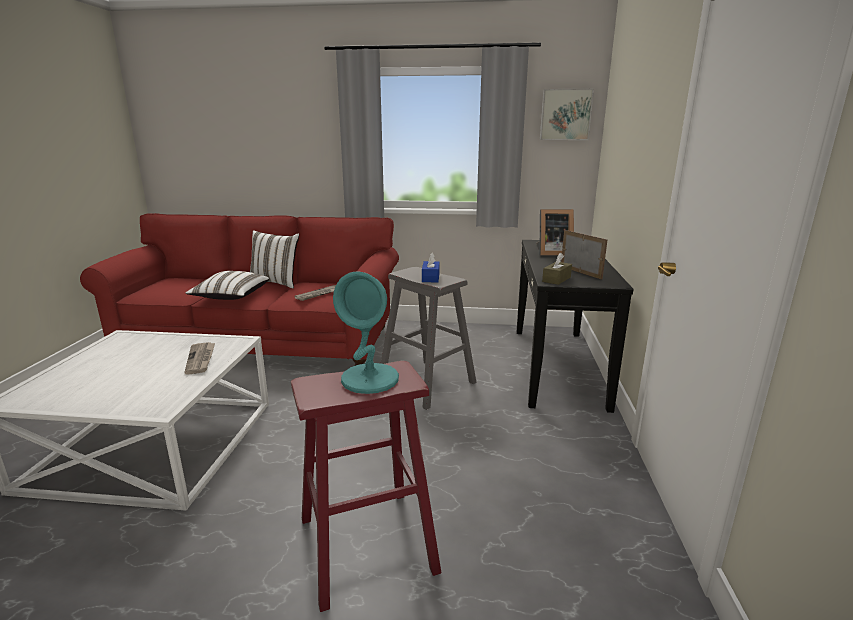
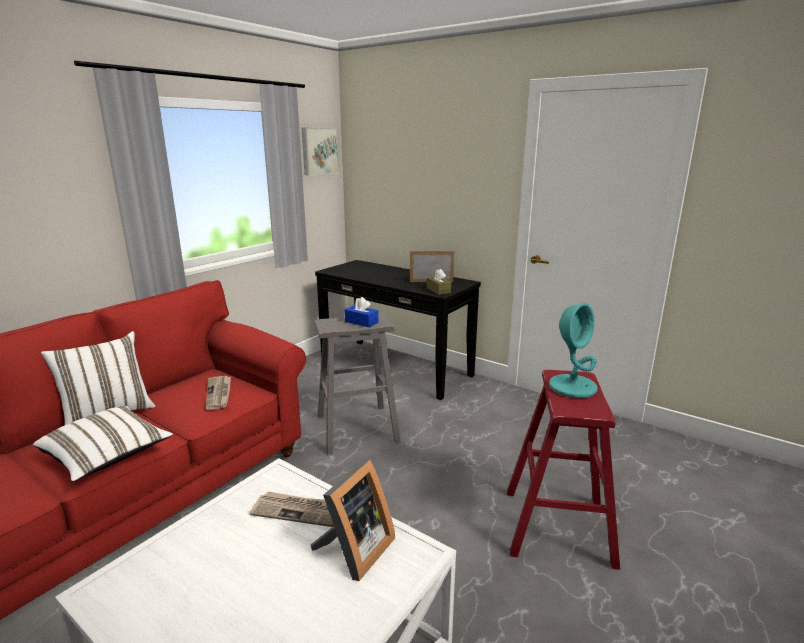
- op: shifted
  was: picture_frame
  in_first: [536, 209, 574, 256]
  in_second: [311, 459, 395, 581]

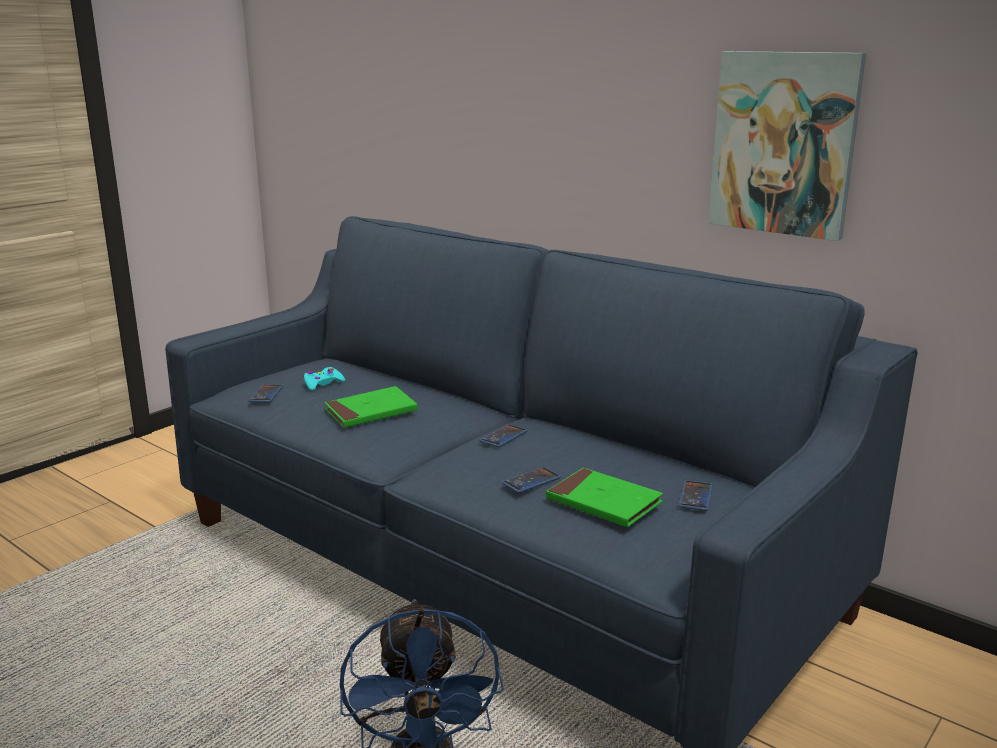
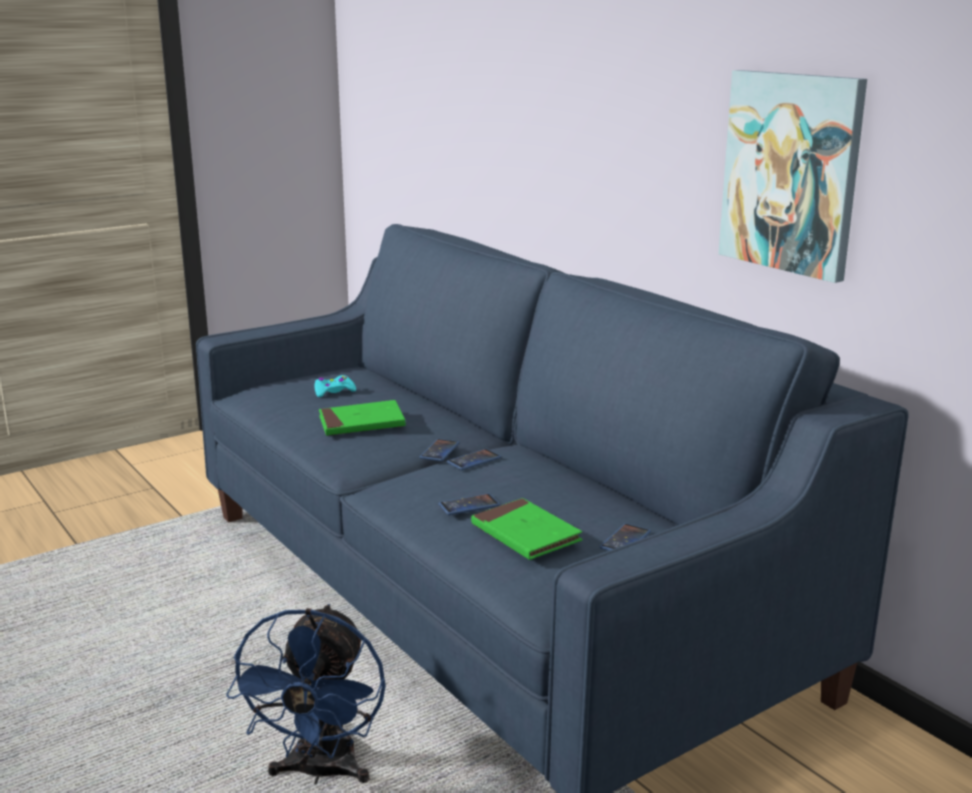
- op: shifted
  was: telephone
  in_first: [249, 384, 283, 403]
  in_second: [420, 439, 459, 461]

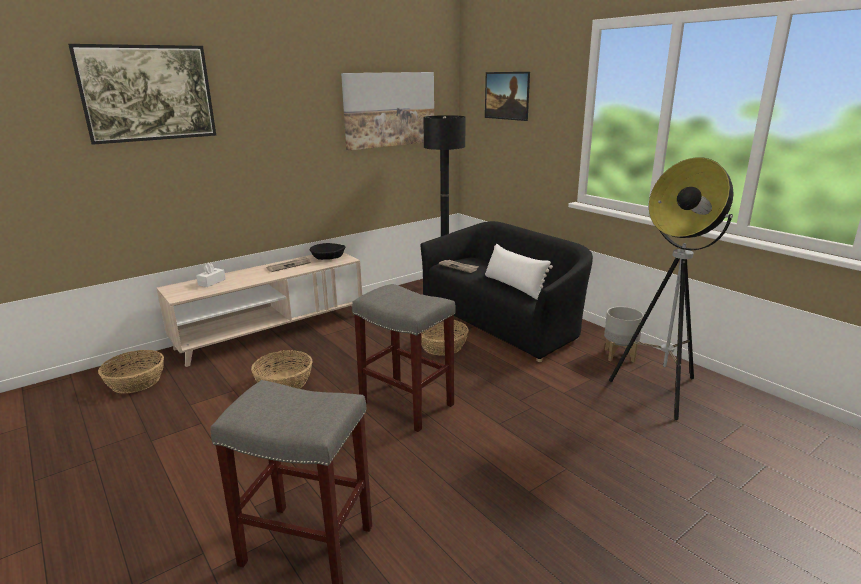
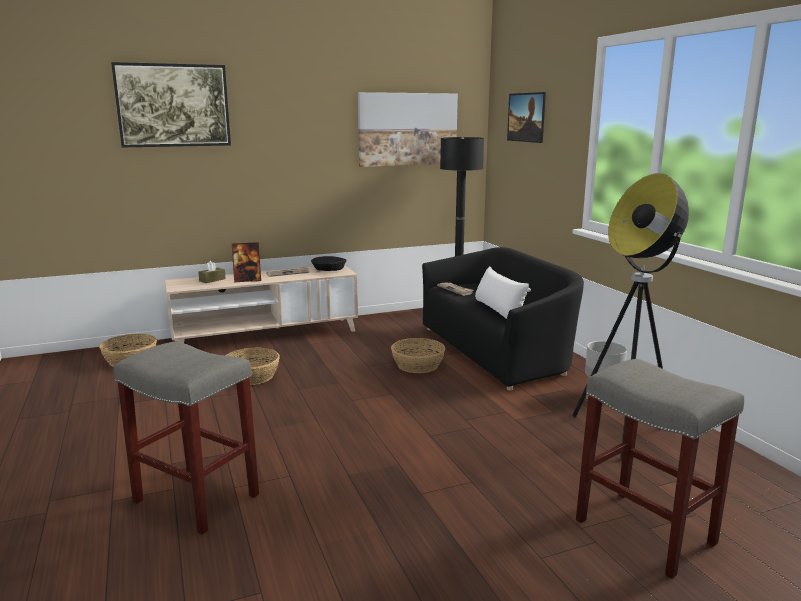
- op: repainted
  was: white_box_of_tissues
  now: brown_box_of_tissues
  in_first: [196, 262, 226, 287]
  in_second: [198, 261, 226, 283]
- op: shifted
  was: greyish_stool_seat
  in_first: [352, 284, 456, 432]
  in_second: [576, 359, 744, 579]
- op: new
  now: picture_frame
  in_second: [232, 242, 261, 282]

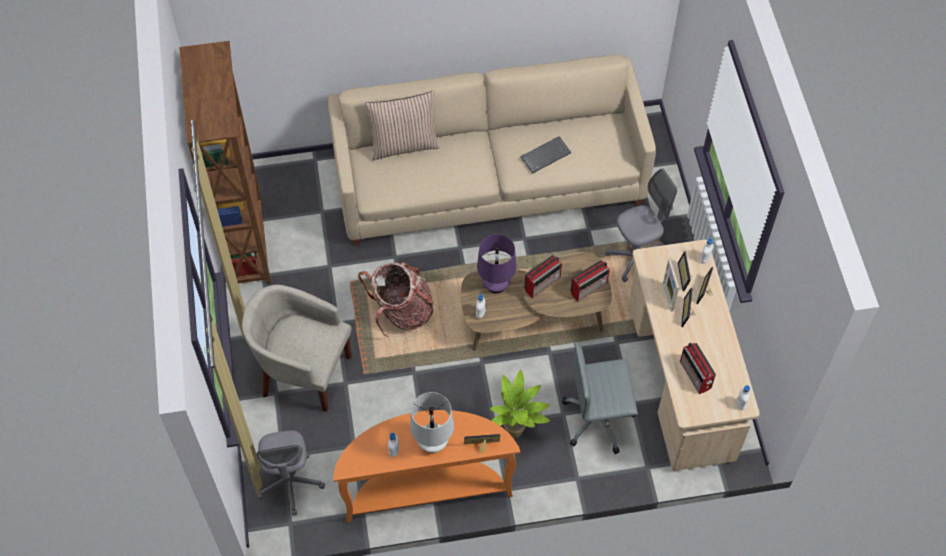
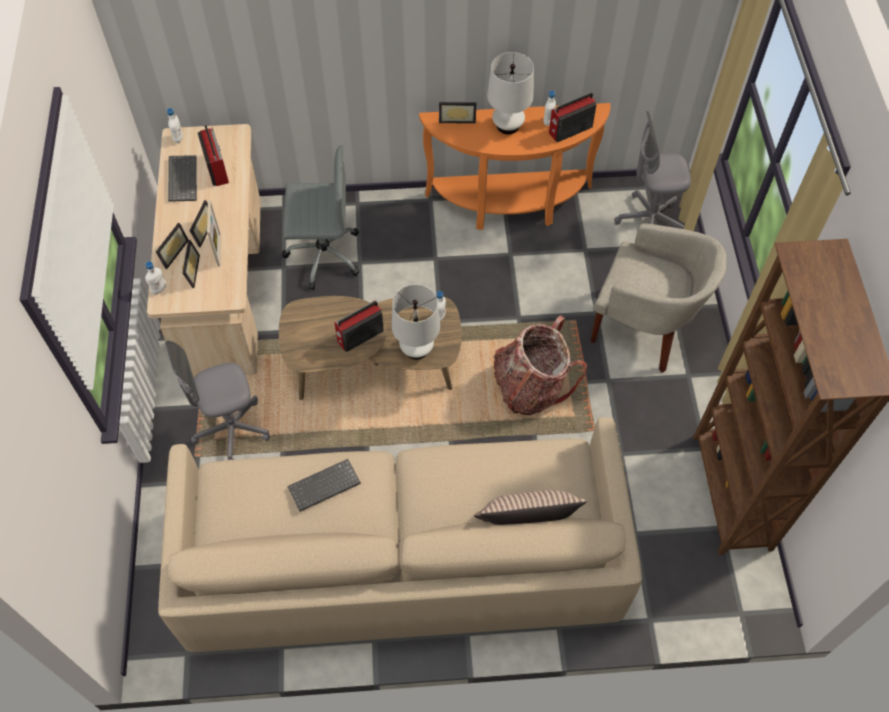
- op: repainted
  was: purplish_lamp_for_a_table
  now: white_lamp_for_a_table
  in_first: [477, 234, 516, 293]
  in_second: [392, 285, 440, 360]
- op: shifted
  was: radio
  in_first: [570, 260, 610, 302]
  in_second: [549, 92, 597, 142]
- op: gone
  was: plant_in_a_pot
  in_first: [490, 370, 550, 438]
- op: rotated
  was: greyish_computer_chair
  in_first: [256, 430, 325, 516]
  in_second: [614, 111, 691, 229]
  clockwise: -90
- op: new
  now: keyboard
  in_second: [168, 155, 197, 202]

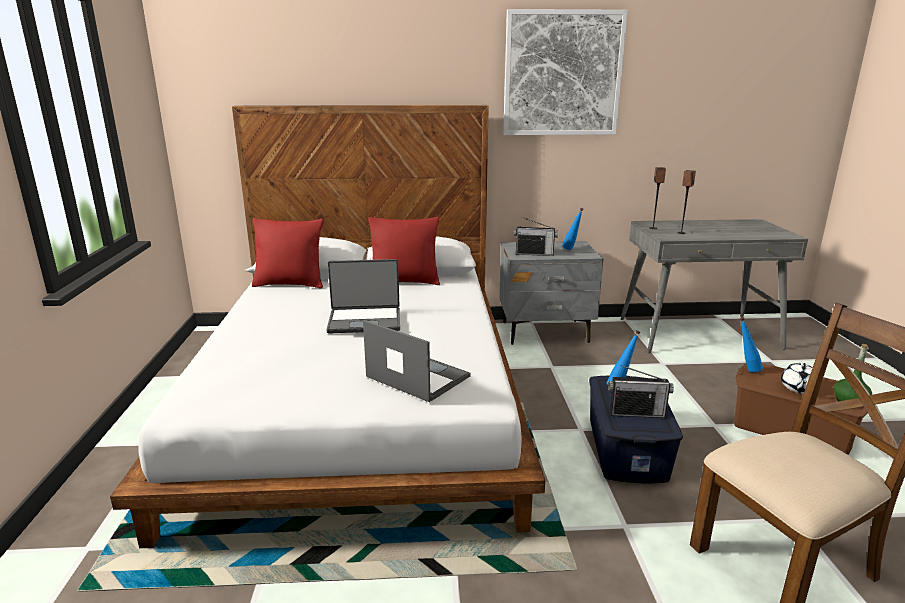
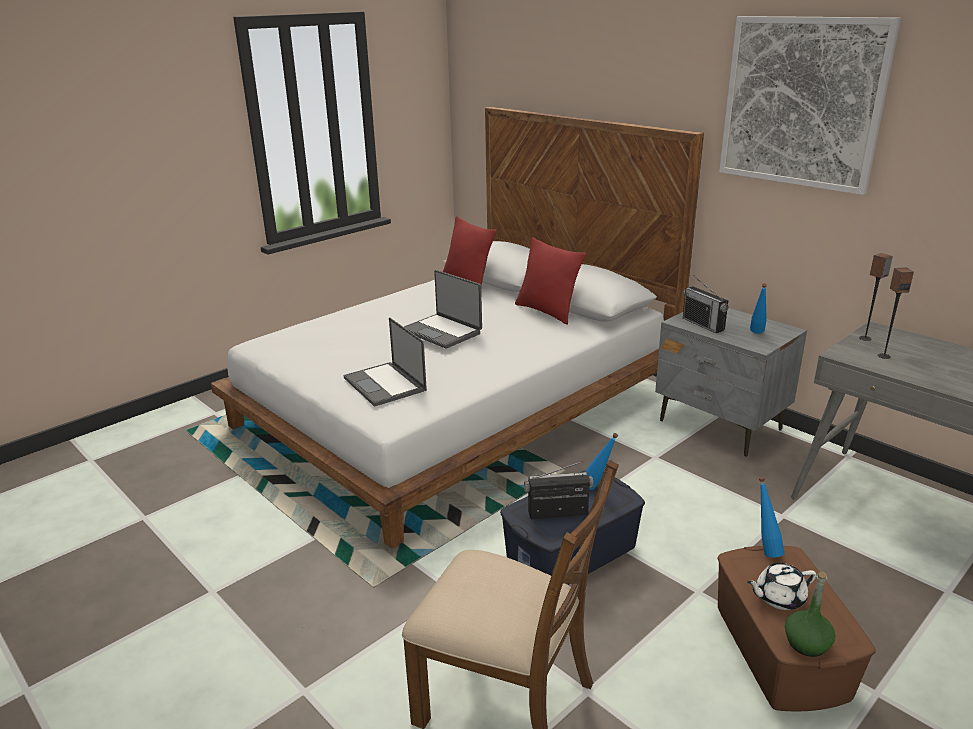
- op: rotated
  was: portable_computer
  in_first: [363, 320, 471, 402]
  in_second: [344, 317, 427, 407]
  clockwise: 150
- op: rotated
  was: radio
  in_first: [608, 365, 674, 418]
  in_second: [524, 461, 594, 519]
  clockwise: 120

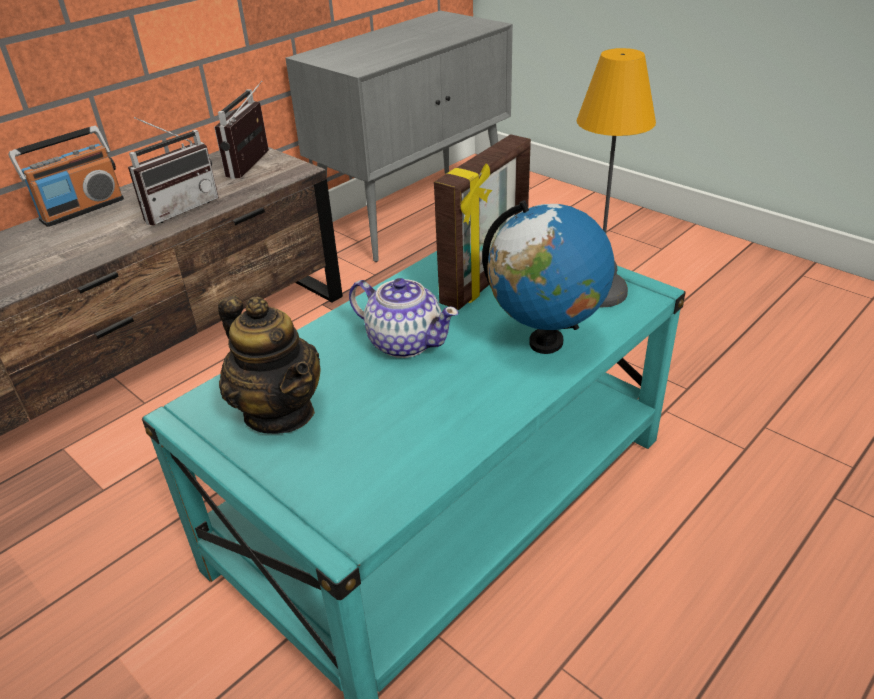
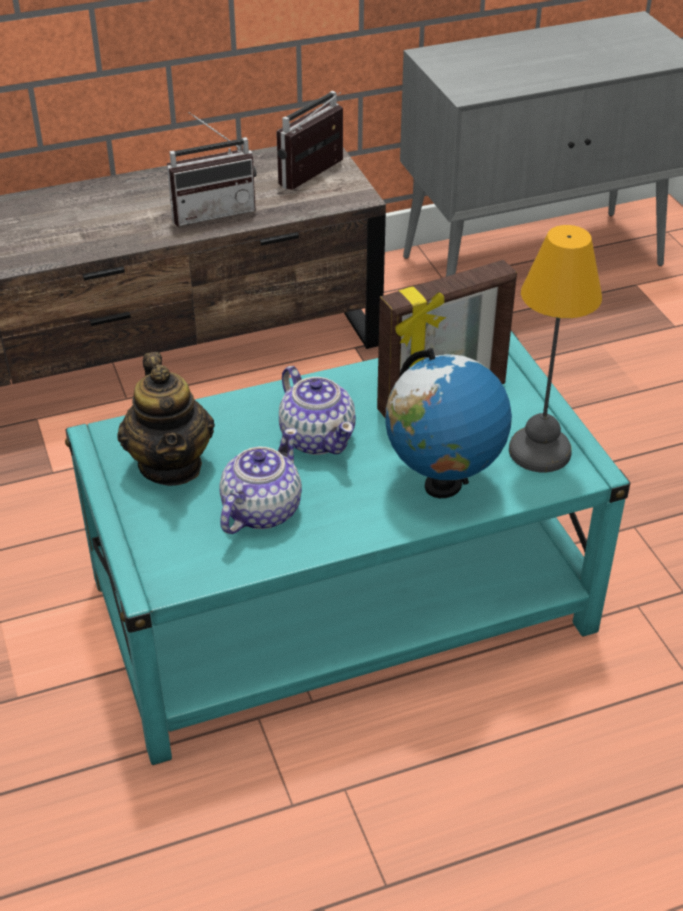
- op: gone
  was: radio
  in_first: [9, 126, 124, 227]
- op: new
  now: tea_pot
  in_second: [219, 428, 302, 534]

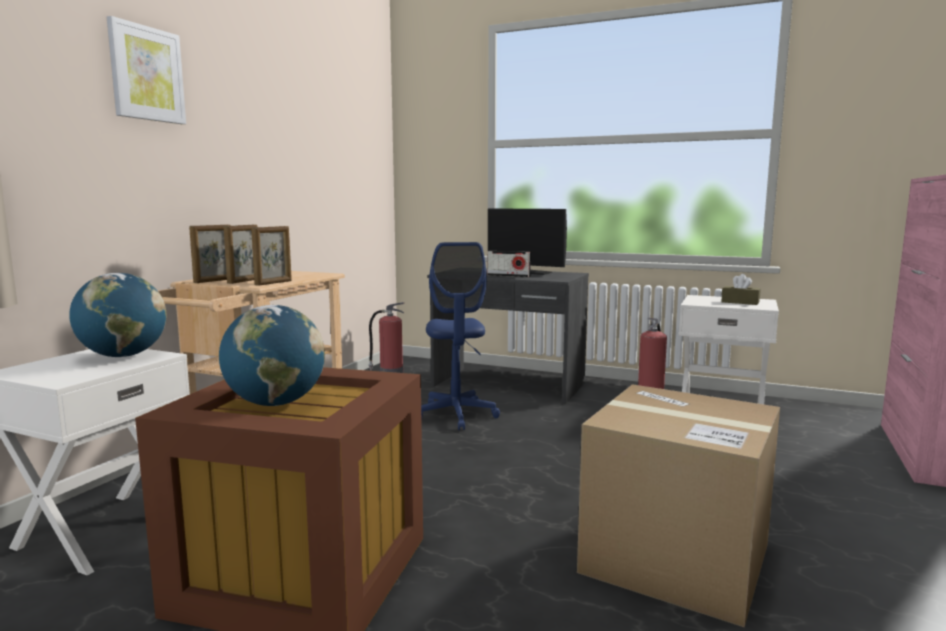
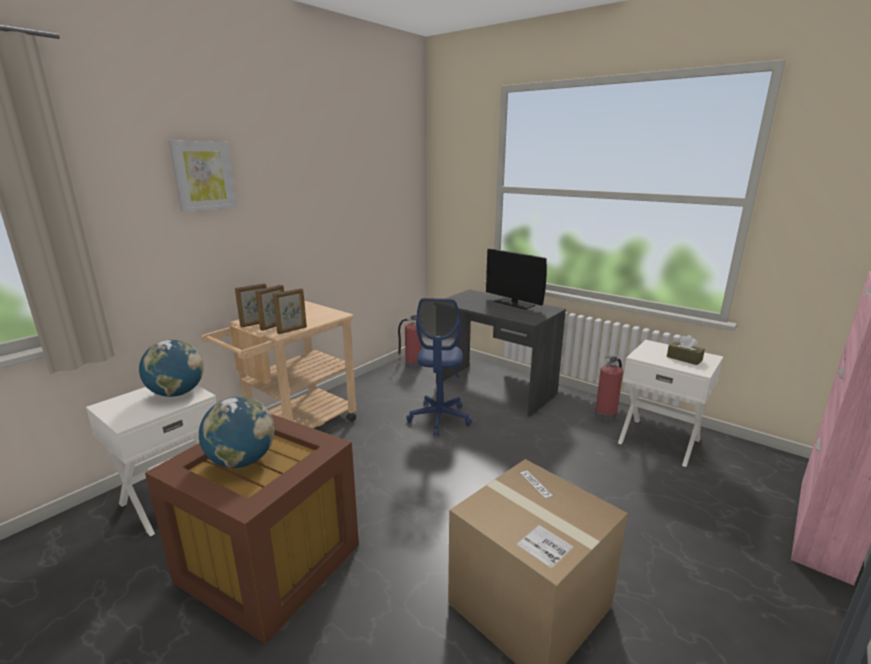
- op: gone
  was: radio
  in_first: [487, 251, 531, 277]

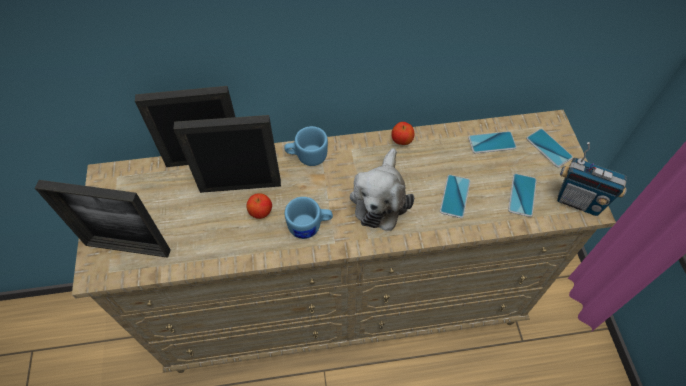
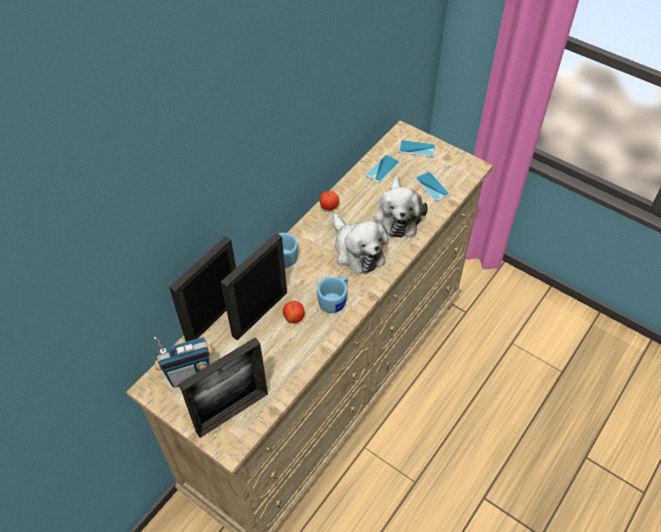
- op: shifted
  was: radio
  in_first: [557, 142, 627, 216]
  in_second: [154, 337, 213, 388]
- op: swapped
  was: telephone
  now: plush_toy
  in_first: [440, 175, 470, 218]
  in_second: [373, 176, 428, 237]

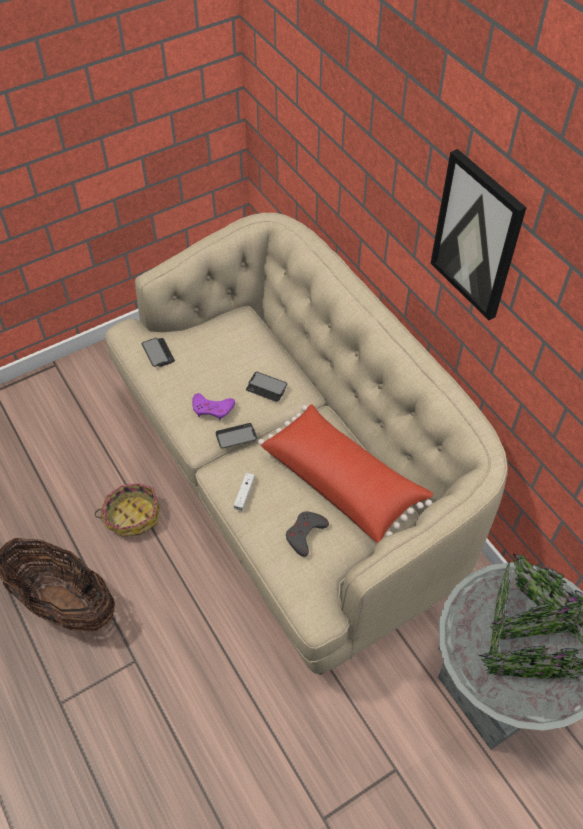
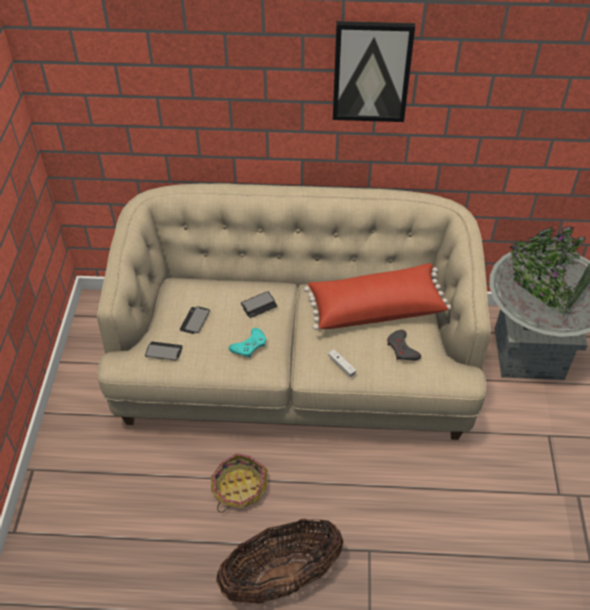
- op: repainted
  was: purplish_joypad
  now: turquoise-coloured_joypad
  in_first: [192, 393, 235, 420]
  in_second: [229, 328, 266, 358]
- op: shifted
  was: telephone
  in_first: [216, 423, 257, 449]
  in_second: [180, 306, 210, 334]

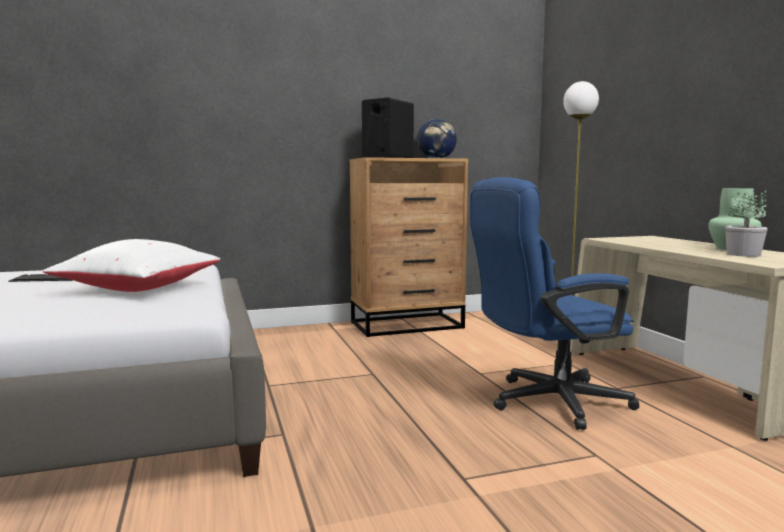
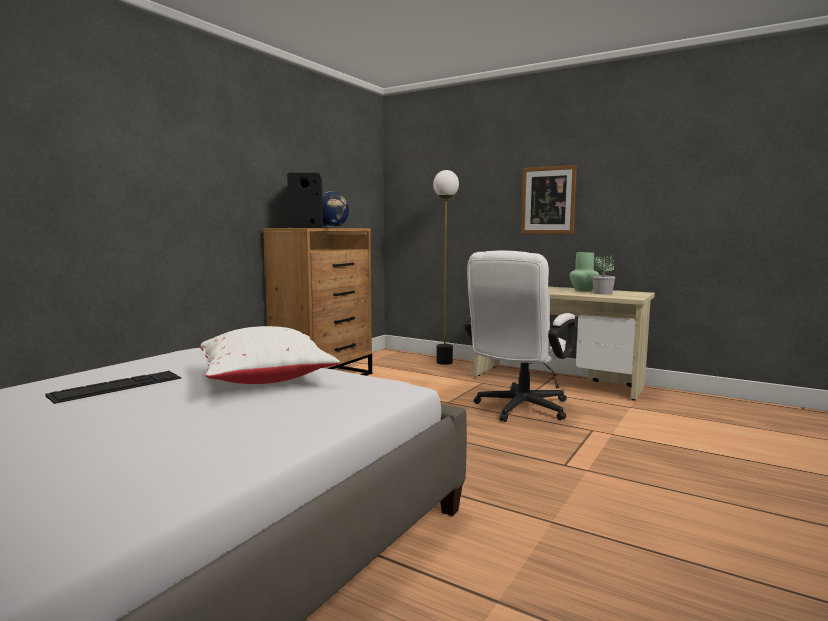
- op: repainted
  was: blue-coloured_computer_chair
  now: white_computer_chair
  in_first: [470, 177, 639, 430]
  in_second: [465, 251, 575, 422]
- op: new
  now: wall_picture
  in_second: [521, 165, 577, 234]

